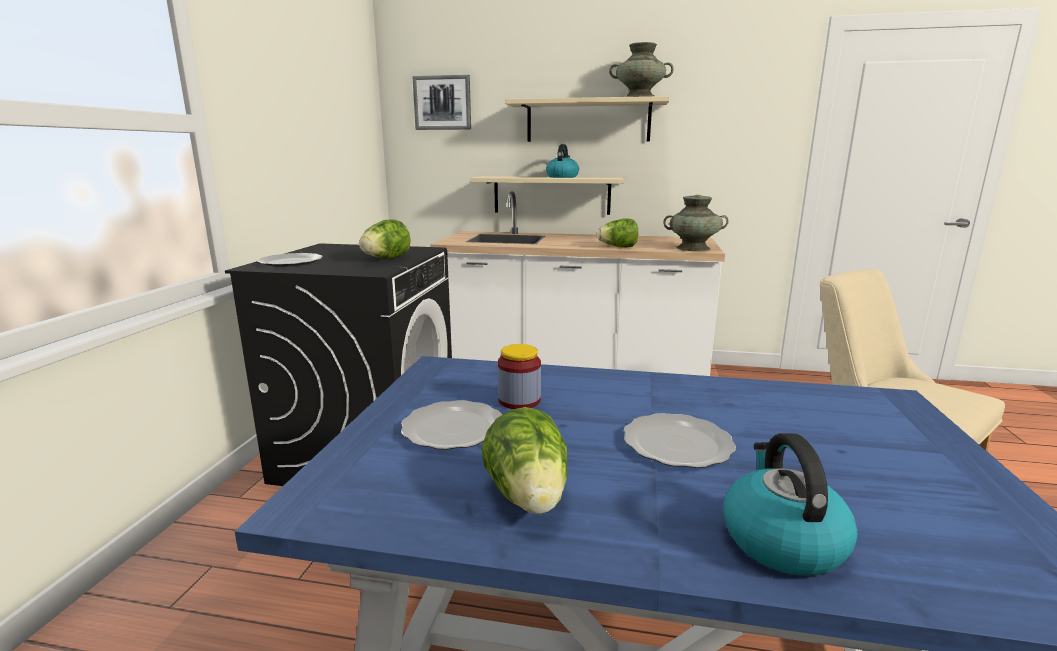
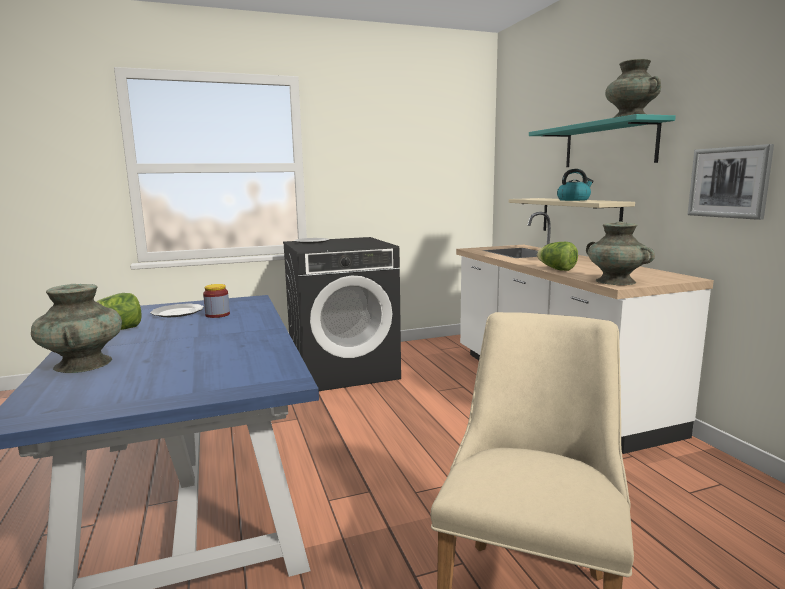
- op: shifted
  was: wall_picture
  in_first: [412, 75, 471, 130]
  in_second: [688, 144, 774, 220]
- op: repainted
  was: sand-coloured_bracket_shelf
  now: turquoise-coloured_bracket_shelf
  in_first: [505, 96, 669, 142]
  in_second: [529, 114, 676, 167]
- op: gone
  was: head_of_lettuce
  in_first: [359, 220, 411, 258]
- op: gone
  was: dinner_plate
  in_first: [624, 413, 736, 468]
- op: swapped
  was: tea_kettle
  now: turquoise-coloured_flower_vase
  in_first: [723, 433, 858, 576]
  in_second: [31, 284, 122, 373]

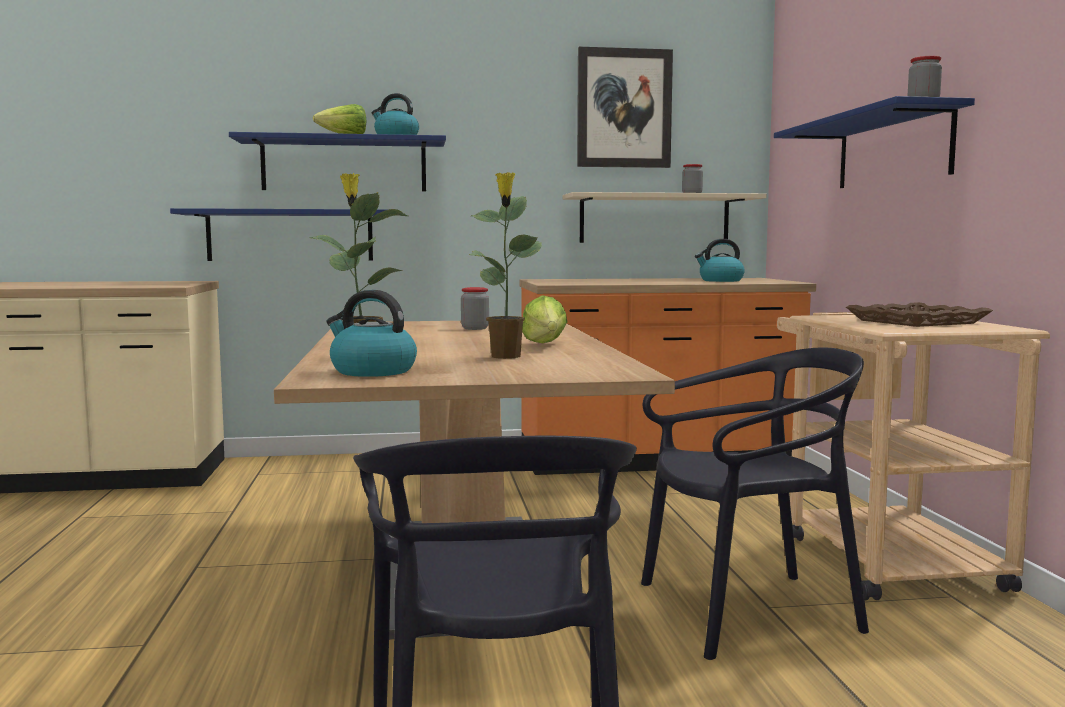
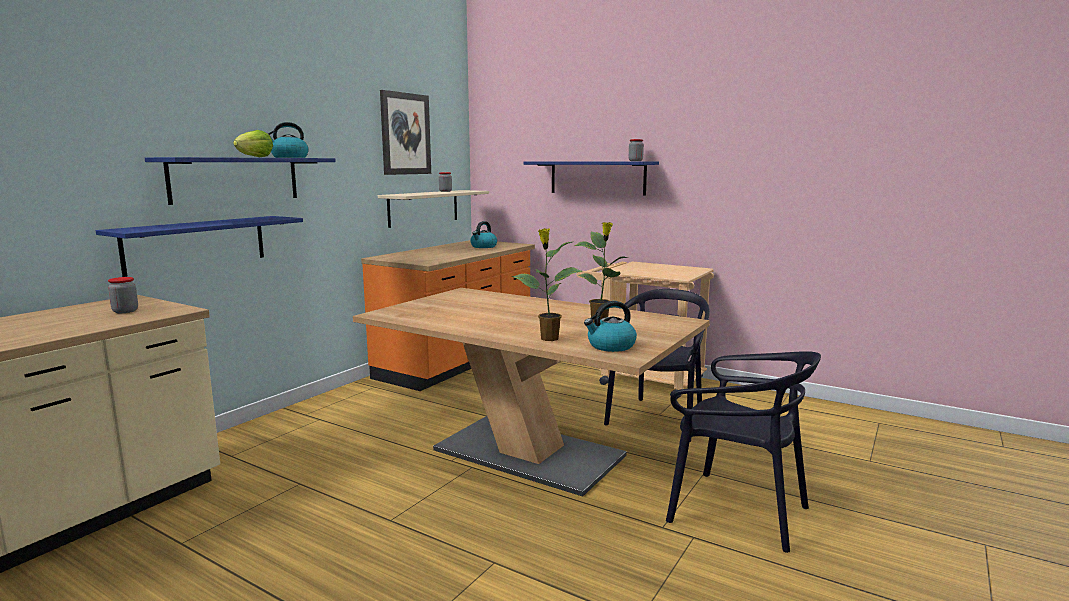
- op: shifted
  was: storage_jar
  in_first: [461, 287, 489, 330]
  in_second: [108, 277, 138, 313]
- op: gone
  was: head_of_lettuce
  in_first: [522, 295, 567, 343]
- op: gone
  was: brown_carrying_tray
  in_first: [846, 302, 993, 327]

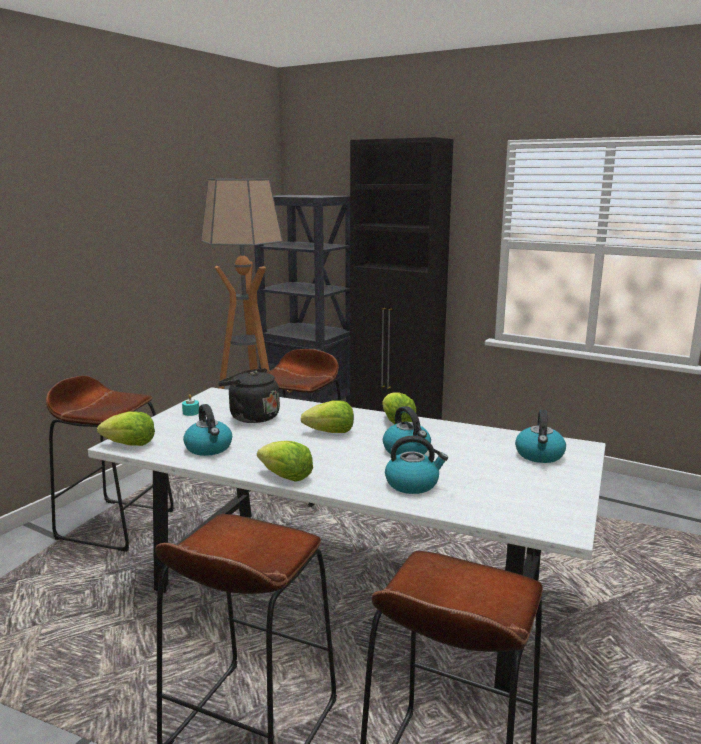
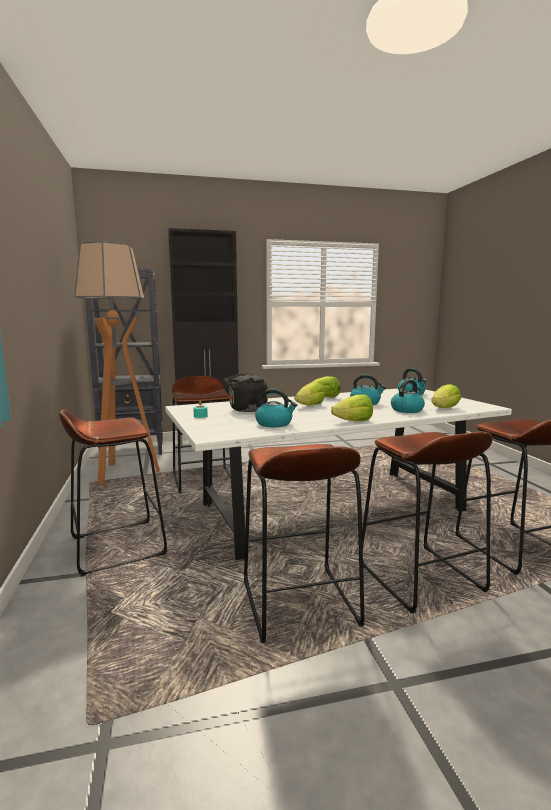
- op: shifted
  was: head_of_lettuce
  in_first: [97, 411, 155, 446]
  in_second: [431, 384, 461, 408]
- op: new
  now: brown_stool_seat
  in_second: [244, 444, 364, 643]

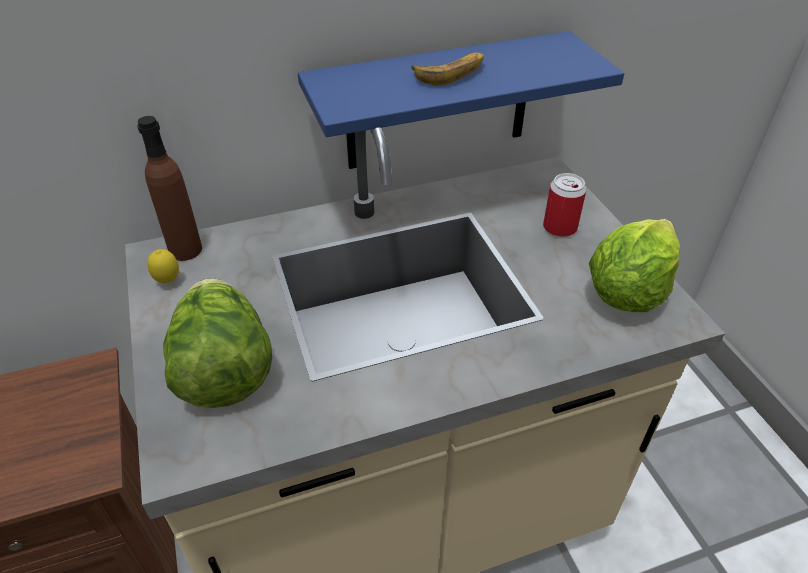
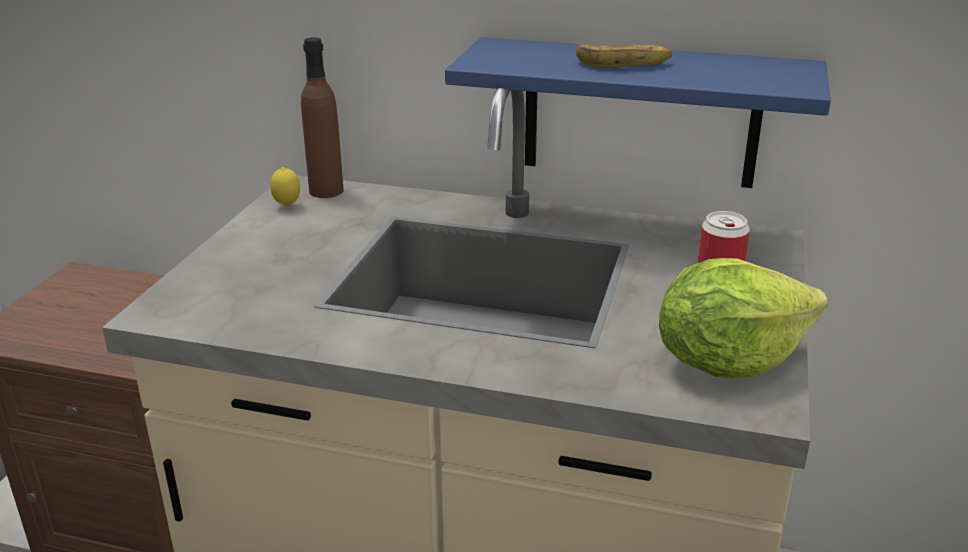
- op: gone
  was: head_of_lettuce
  in_first: [163, 278, 272, 408]

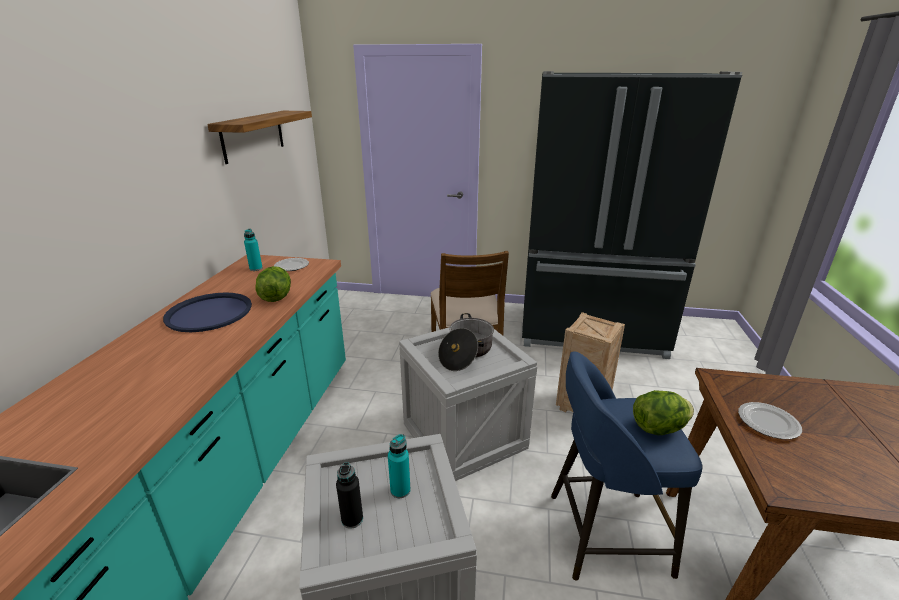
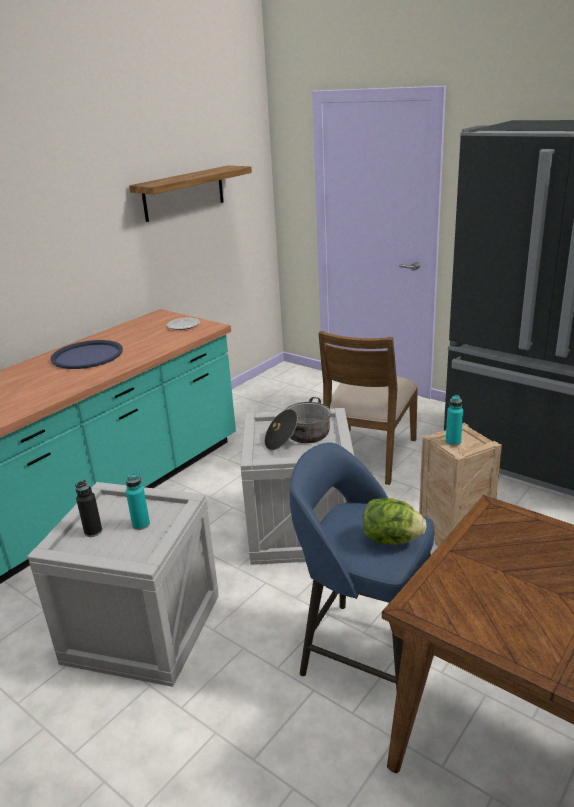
- op: shifted
  was: turquoise-coloured_beverage_bottle
  in_first: [244, 229, 263, 271]
  in_second: [446, 395, 463, 446]
- op: gone
  was: head_of_lettuce
  in_first: [255, 266, 291, 302]
- op: gone
  was: dinner_plate
  in_first: [738, 402, 802, 439]

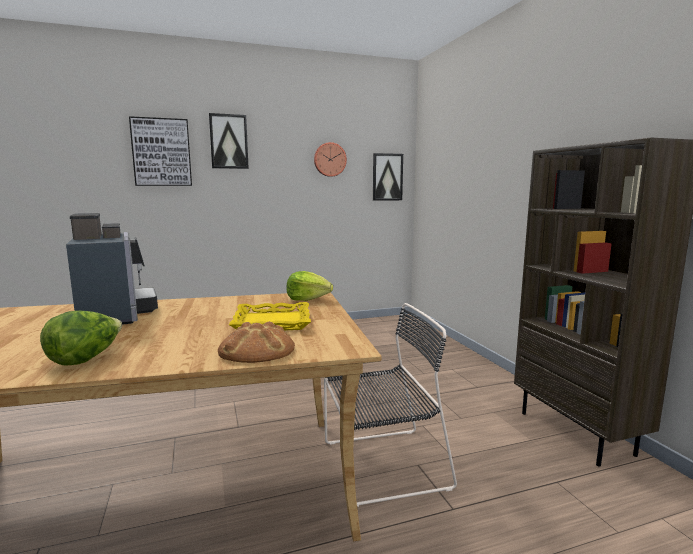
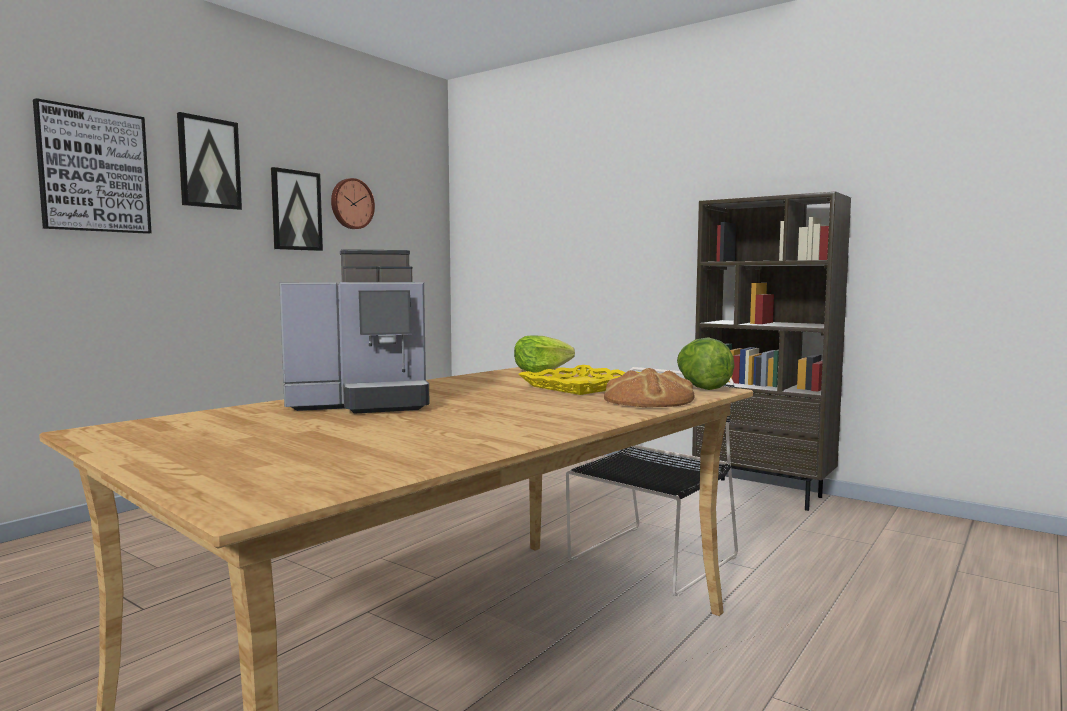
- op: shifted
  was: wall_picture
  in_first: [373, 153, 403, 201]
  in_second: [271, 167, 323, 251]
- op: rotated
  was: coffee_machine
  in_first: [66, 213, 158, 325]
  in_second: [279, 249, 430, 414]
  clockwise: 135
- op: shifted
  was: head_of_lettuce
  in_first: [40, 311, 122, 365]
  in_second: [677, 337, 734, 390]

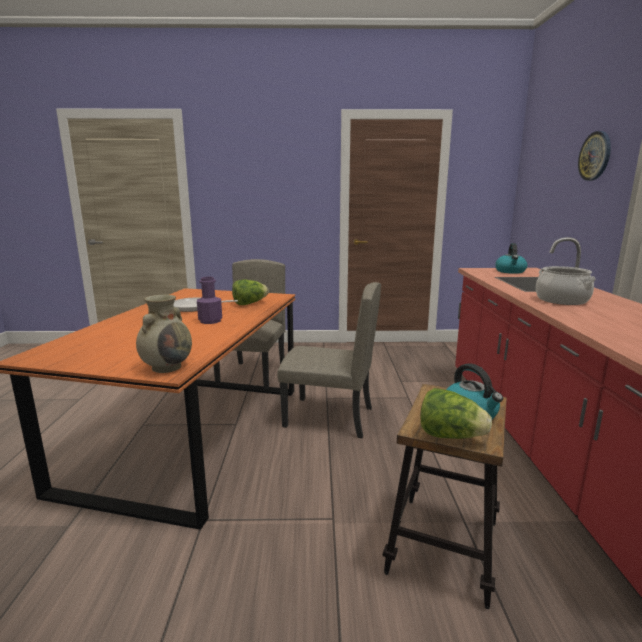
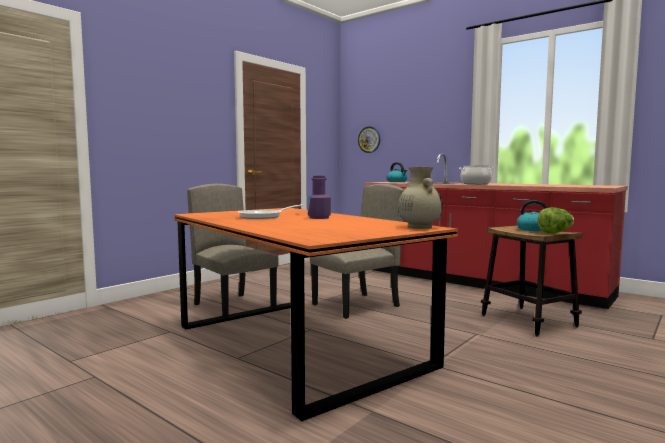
- op: shifted
  was: hanging_clock
  in_first: [578, 131, 611, 181]
  in_second: [358, 126, 380, 153]
- op: gone
  was: head_of_lettuce
  in_first: [232, 280, 269, 305]

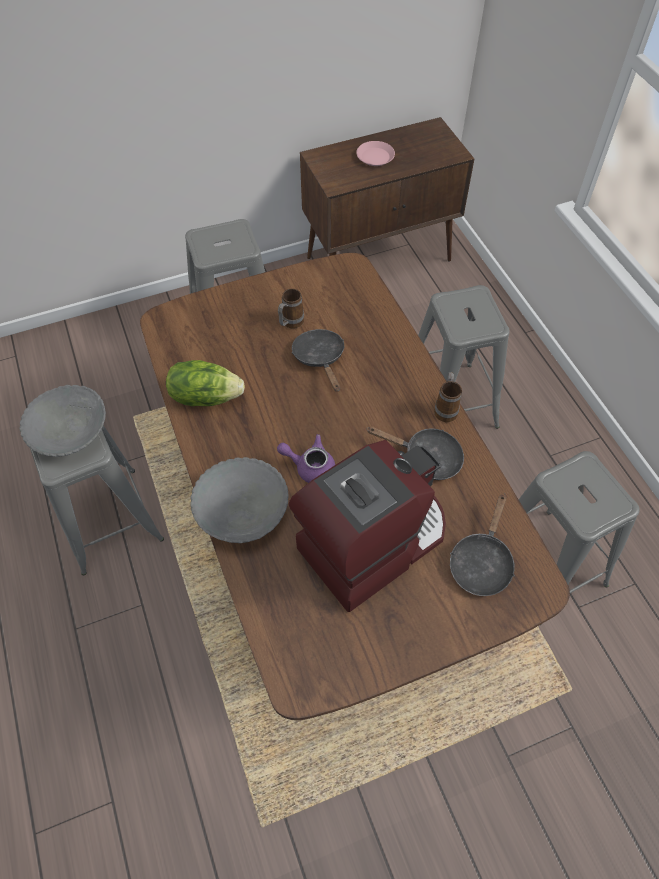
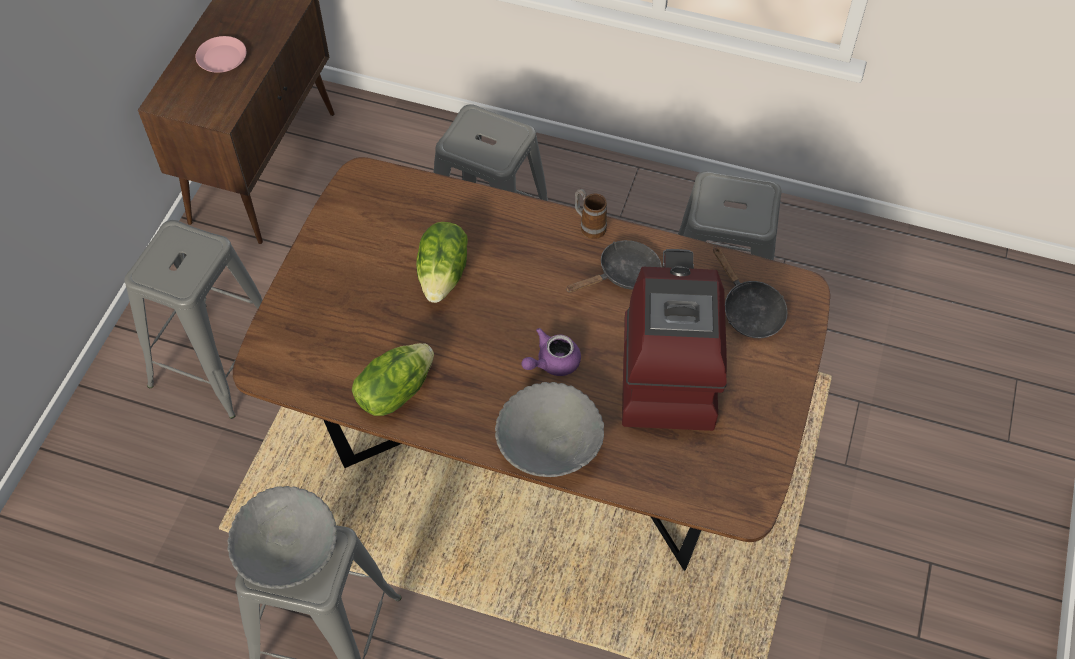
- op: gone
  was: coffee_mug
  in_first: [278, 288, 304, 329]
- op: swapped
  was: blackish_frying_pan
  now: head_of_lettuce
  in_first: [292, 329, 344, 392]
  in_second: [416, 222, 468, 303]

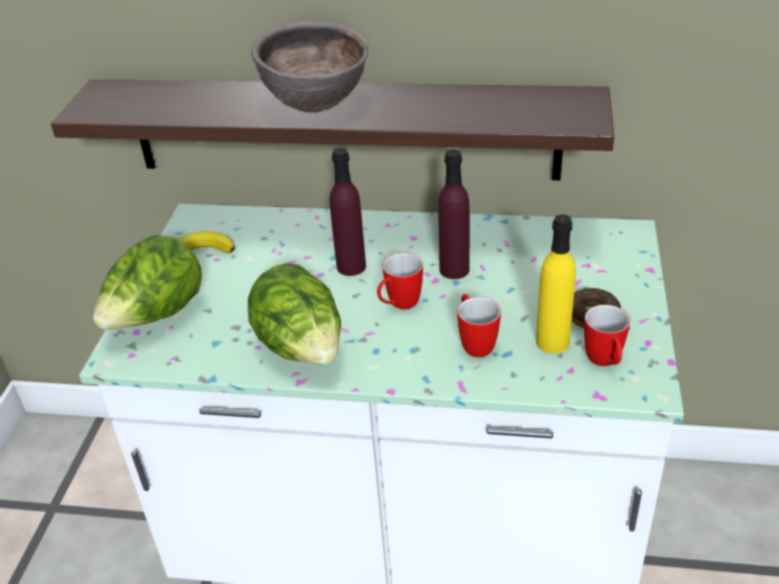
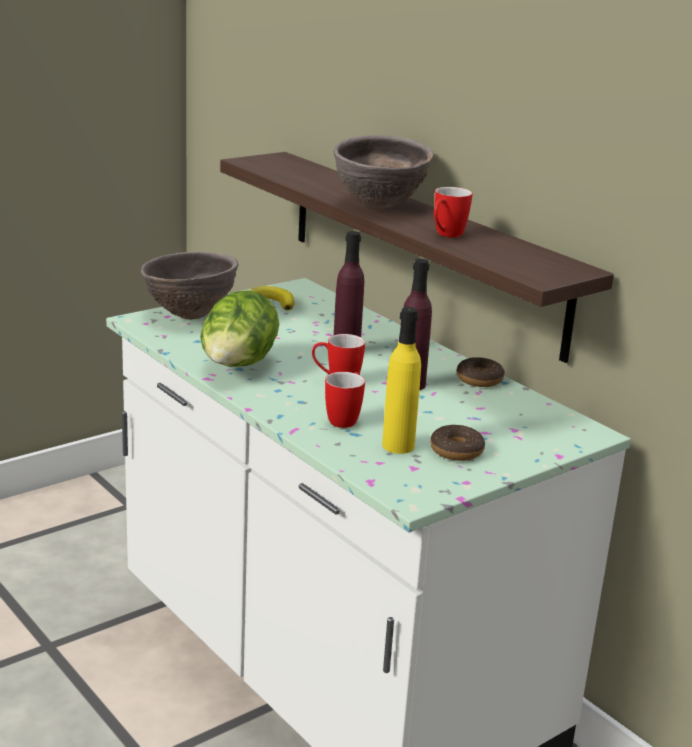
- op: swapped
  was: head_of_lettuce
  now: brown_bowl
  in_first: [93, 235, 202, 330]
  in_second: [141, 252, 239, 320]
- op: shifted
  was: coffee_mug
  in_first: [584, 305, 630, 366]
  in_second: [434, 187, 473, 238]
- op: new
  now: donut
  in_second: [457, 357, 505, 387]

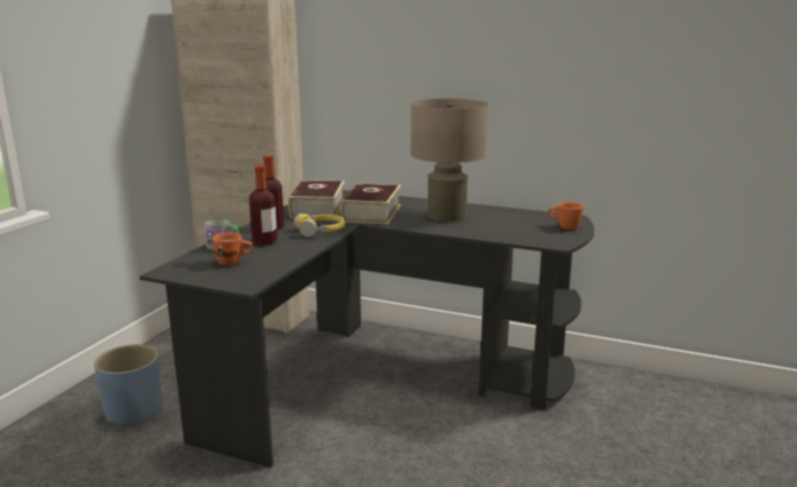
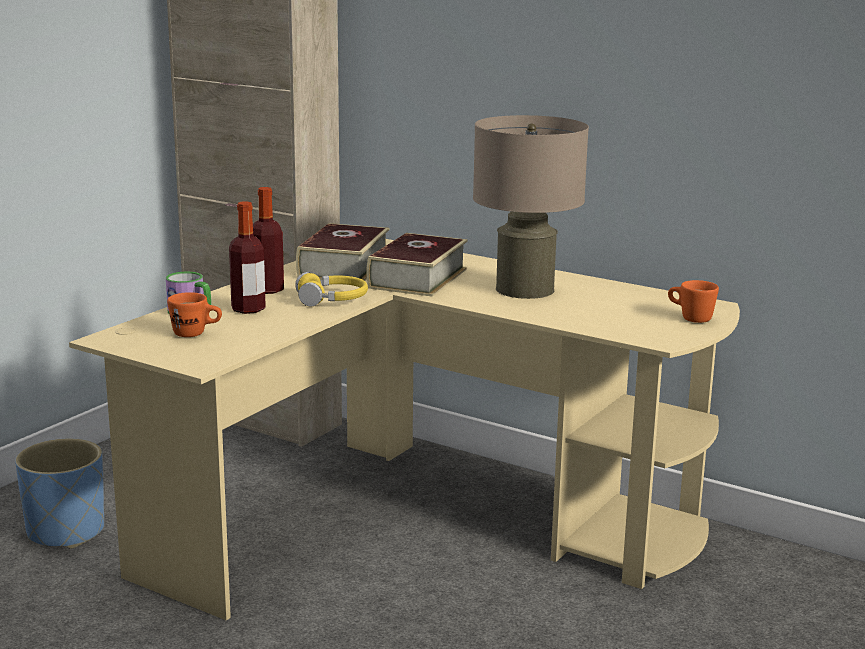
- op: repainted
  was: blackish_desk_table
  now: sand-coloured_desk_table
  in_first: [139, 190, 594, 468]
  in_second: [69, 239, 740, 621]

